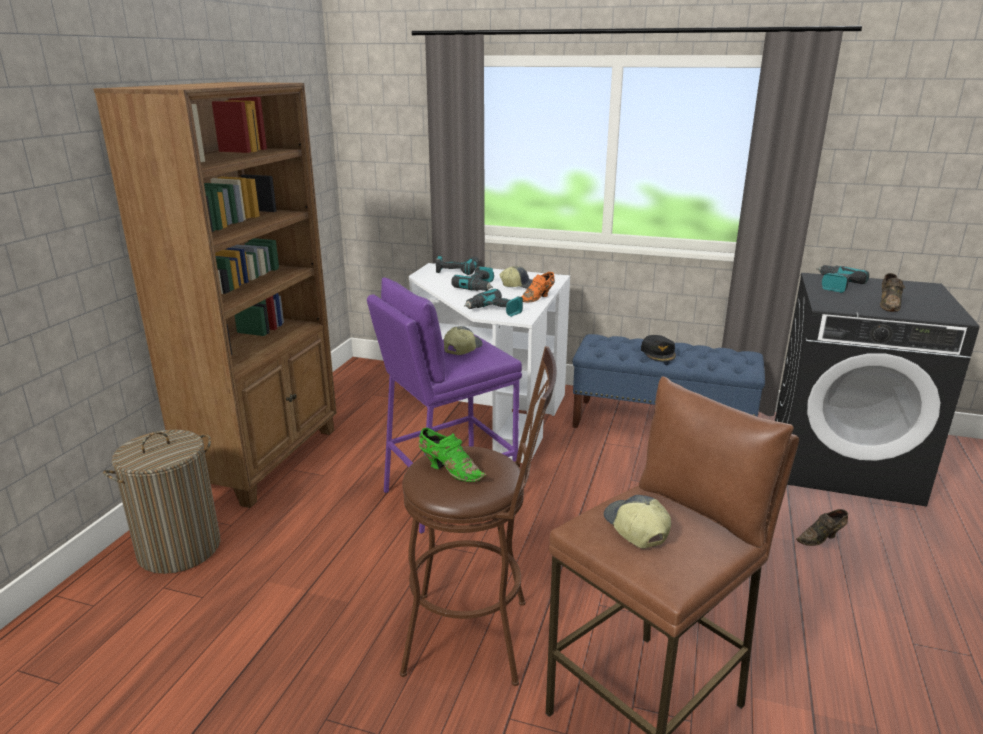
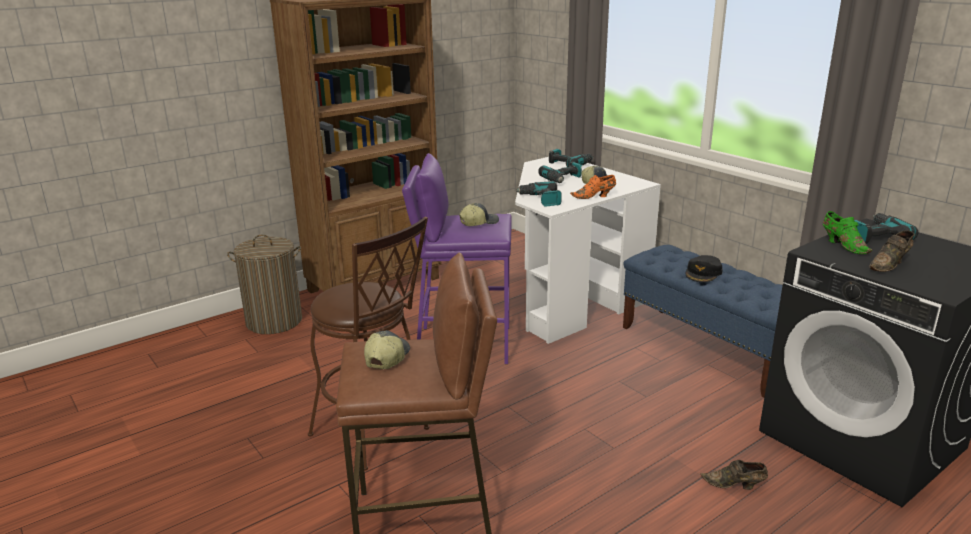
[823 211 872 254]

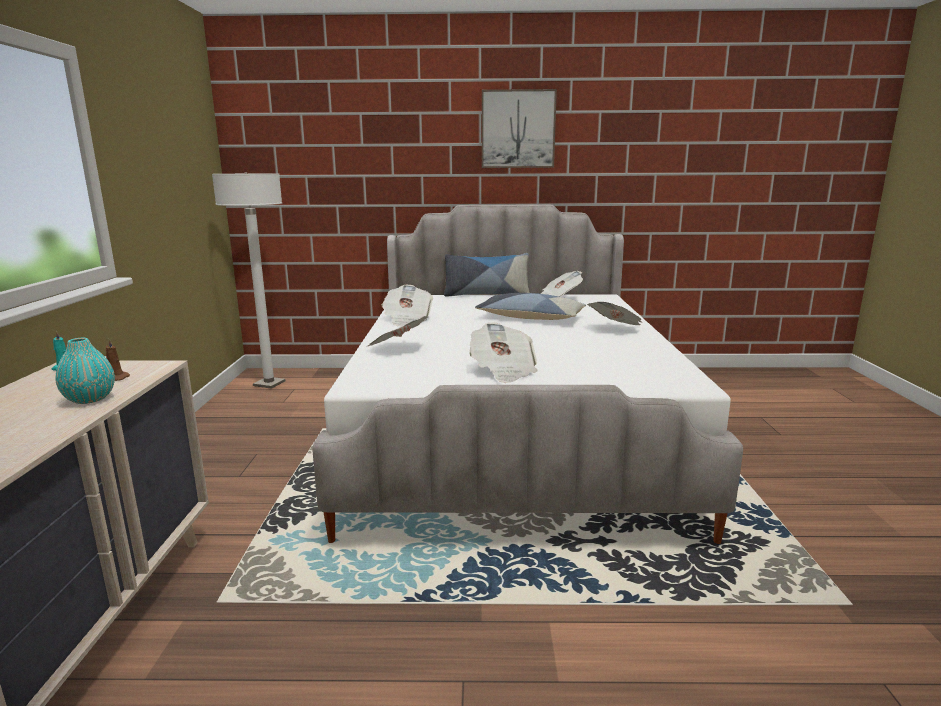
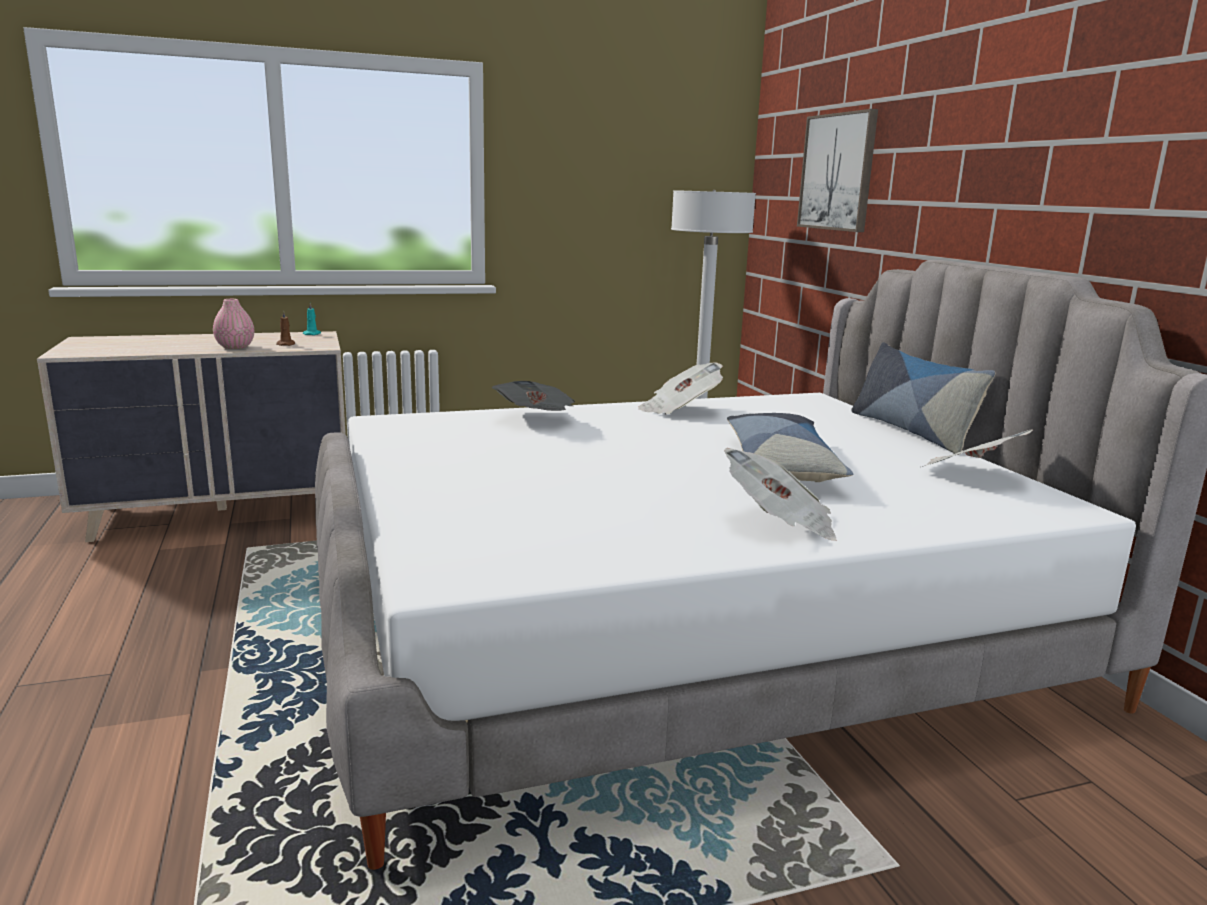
[213 299 254 349]
[469 323 537 383] (first image)
[797 109 878 232]

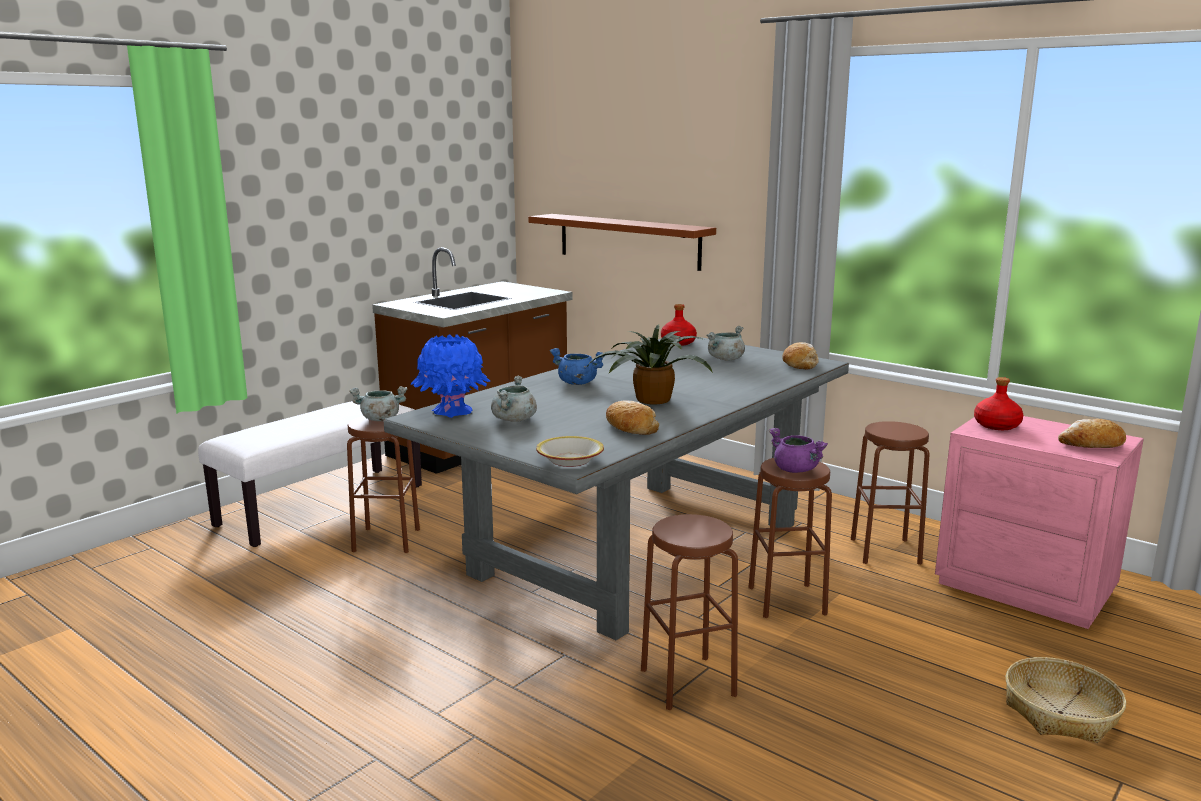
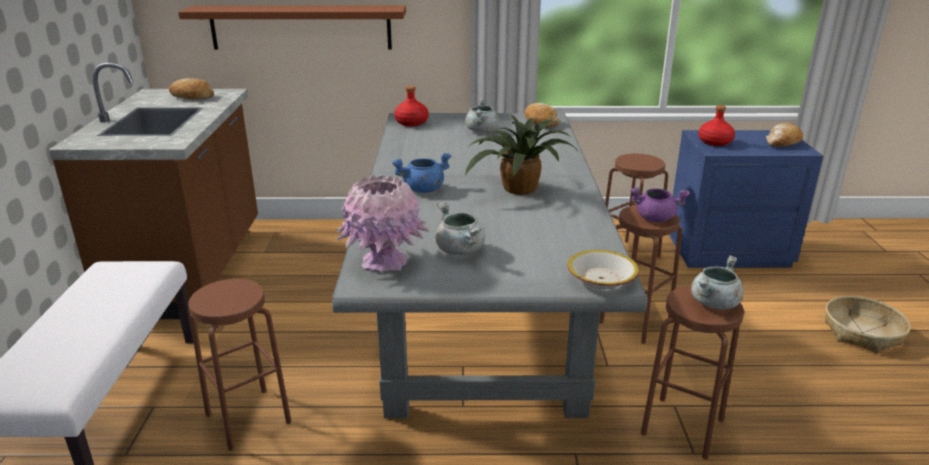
[691 255 743 310]
[336 174 429 272]
[169 78 214 99]
[669 130 823 268]

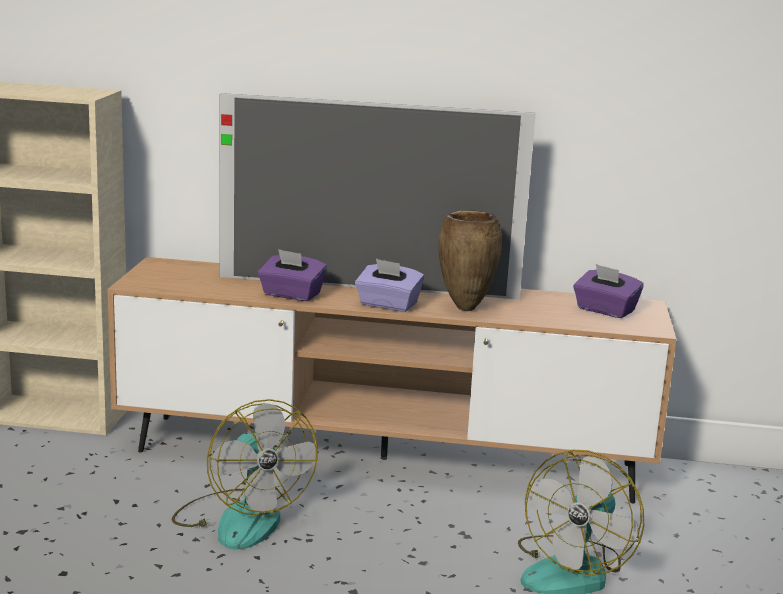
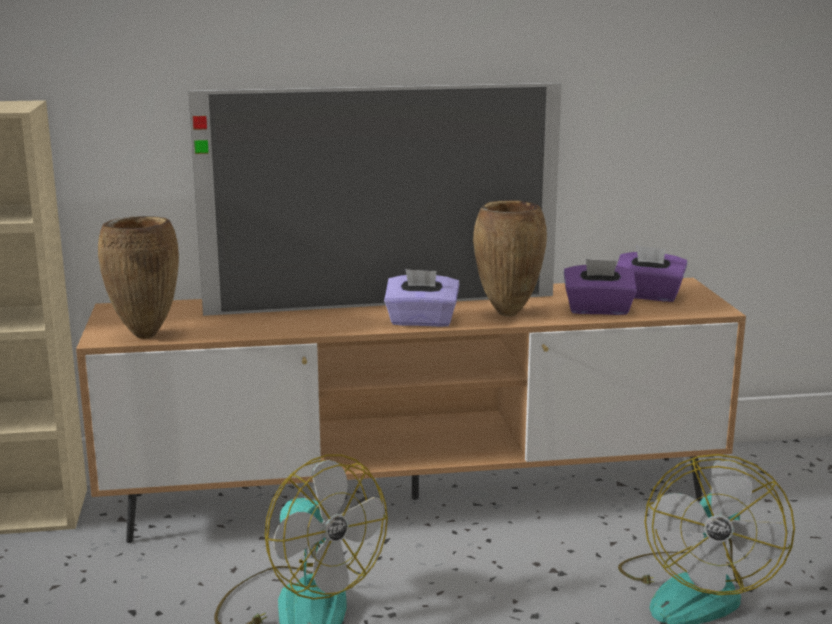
[564 259 637 315]
[98 216 179 339]

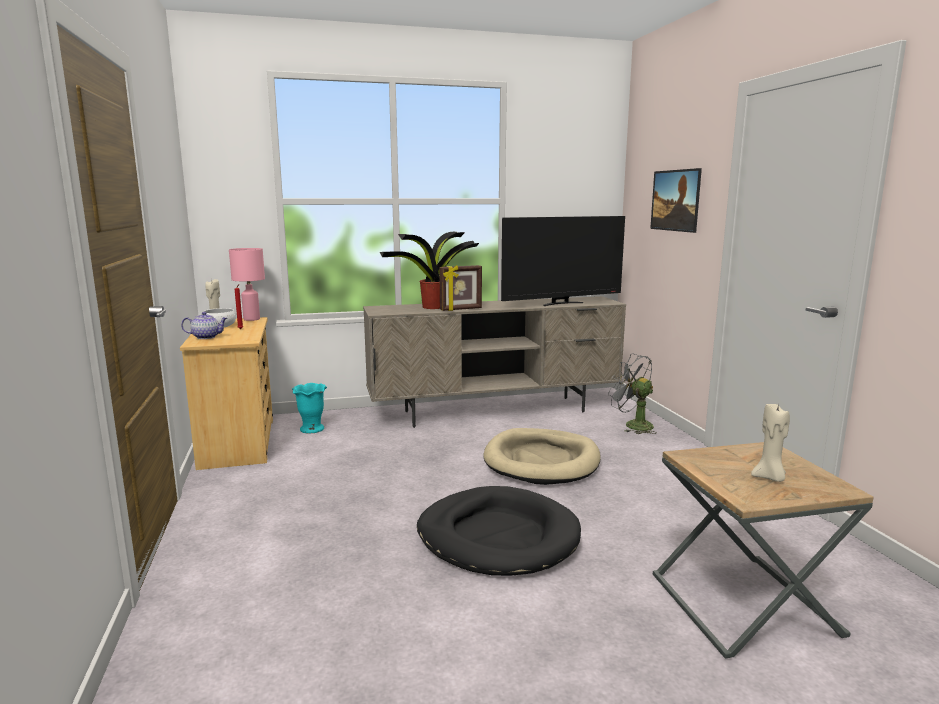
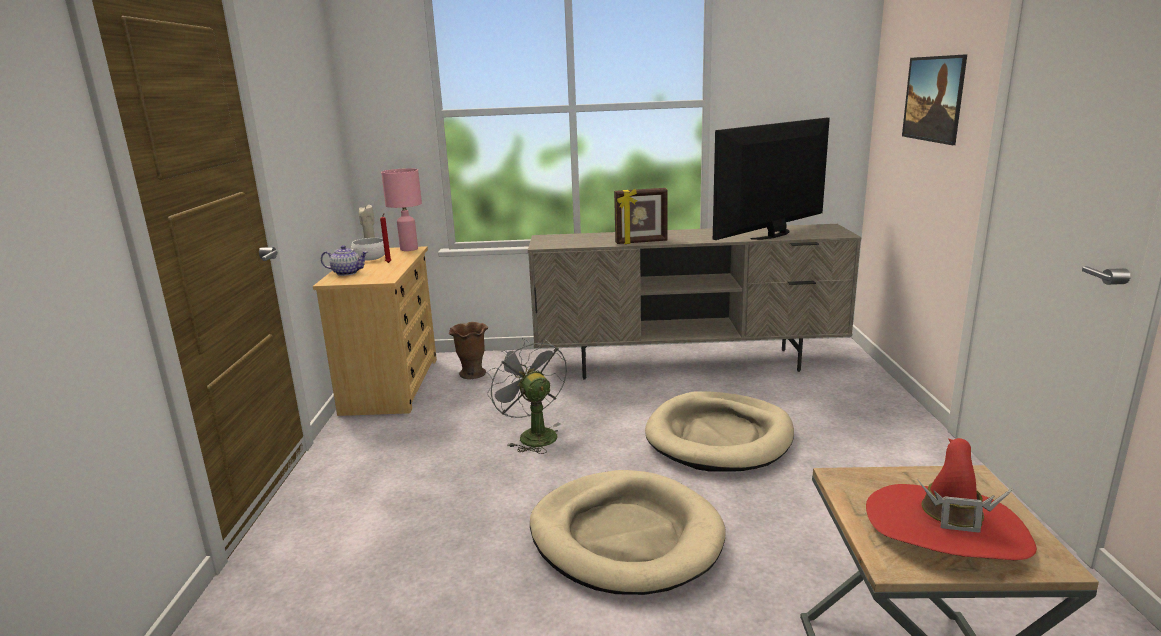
[449 322 488 379]
[380 232 479 309] (first image)
[530 470 726 595]
[713 118 830 240]
[487 338 567 454]
[866 438 1037 560]

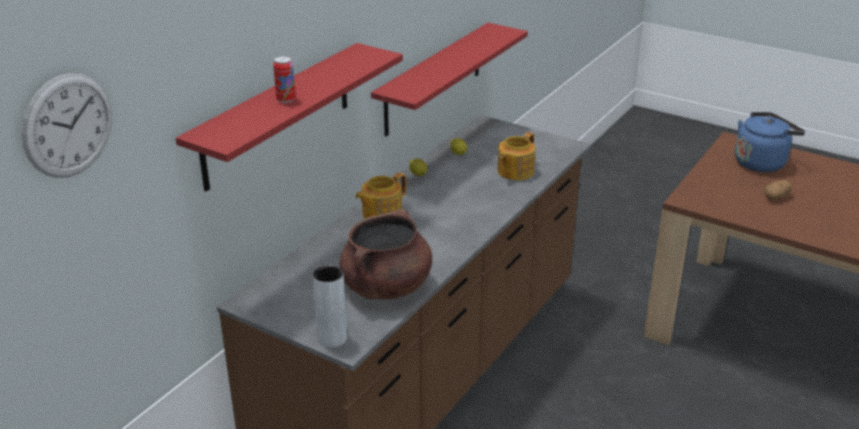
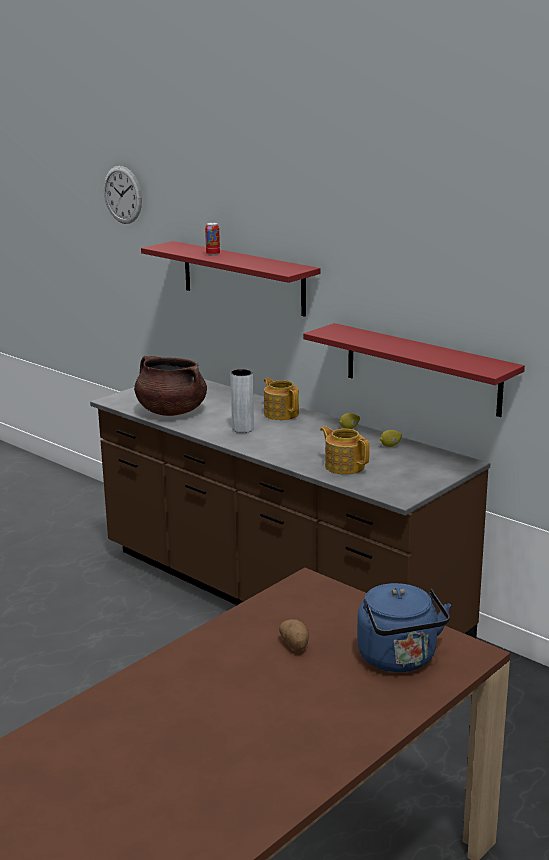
[230 369 254 433]

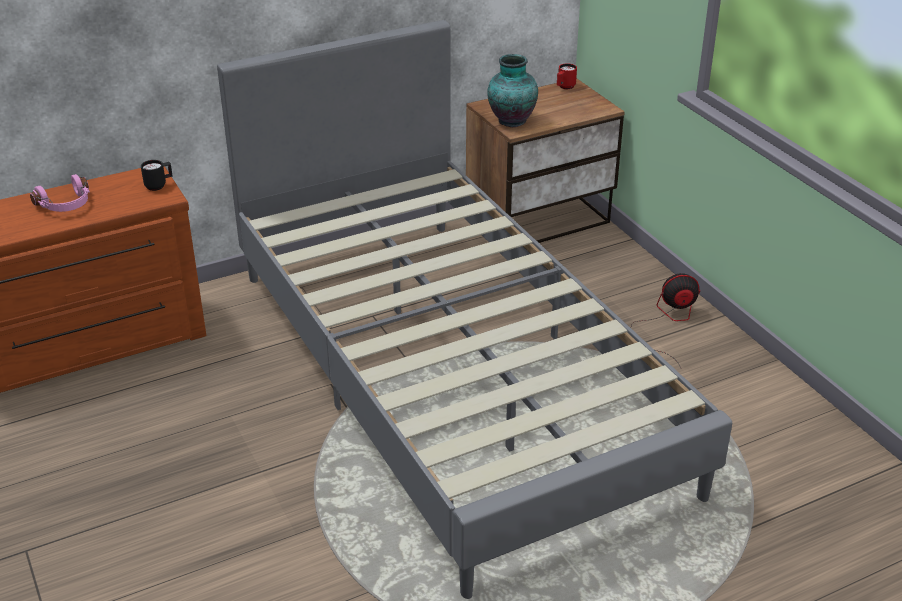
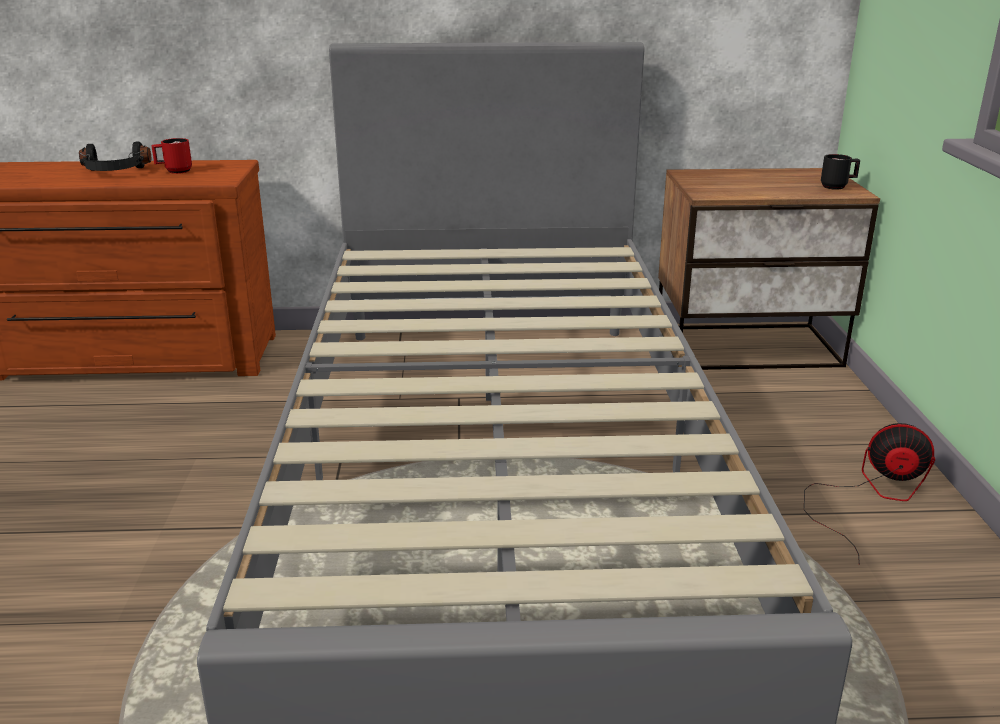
[79 142 151 171]
[821 154 860 190]
[487 54 538 127] (first image)
[152 138 192 174]

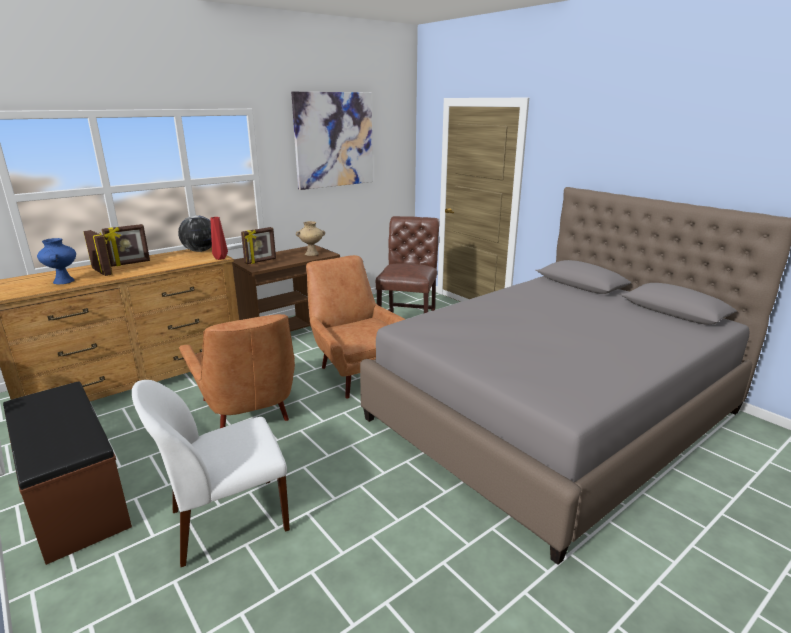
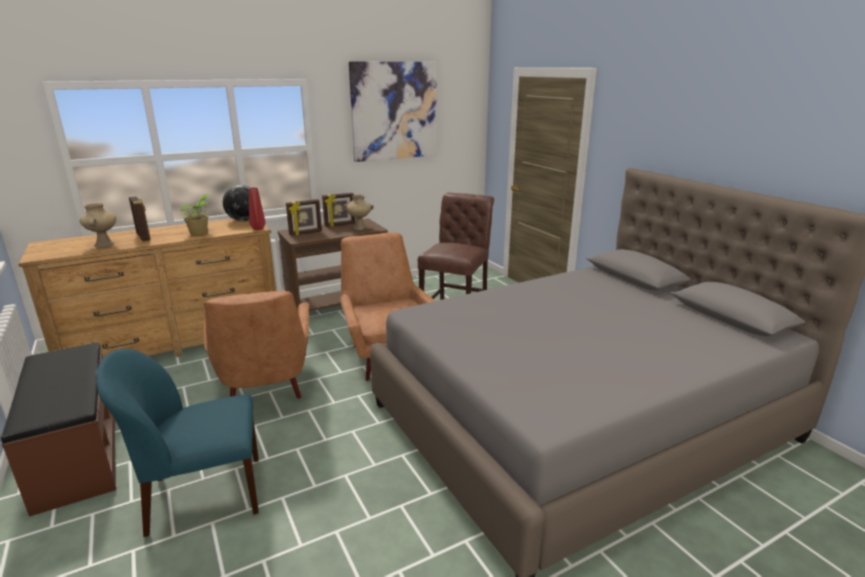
[79 203 116 248]
[322 193 355 227]
[97 349 259 537]
[179 194 208 235]

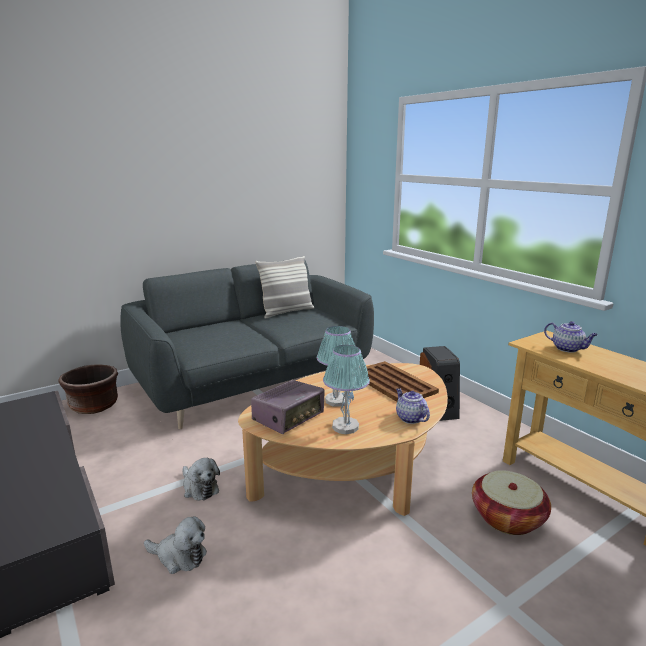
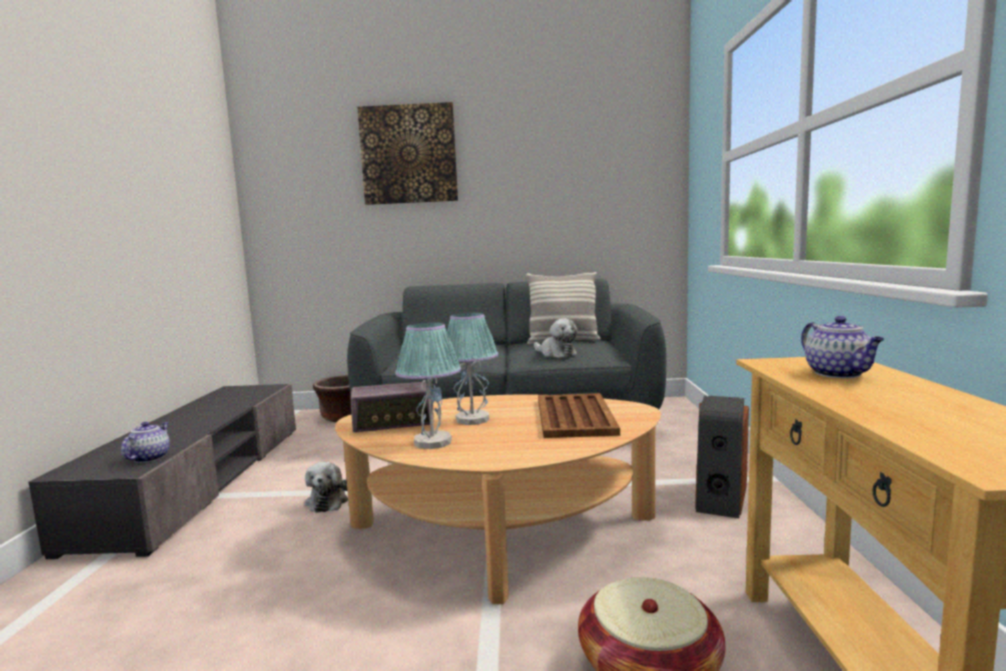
[534 318 578 358]
[121 422 170 463]
[357 102 458 205]

